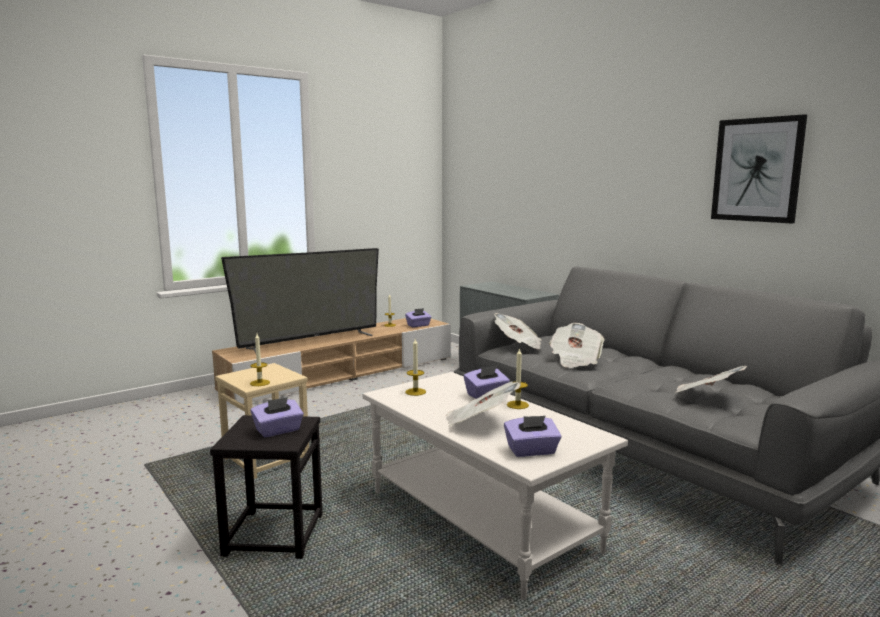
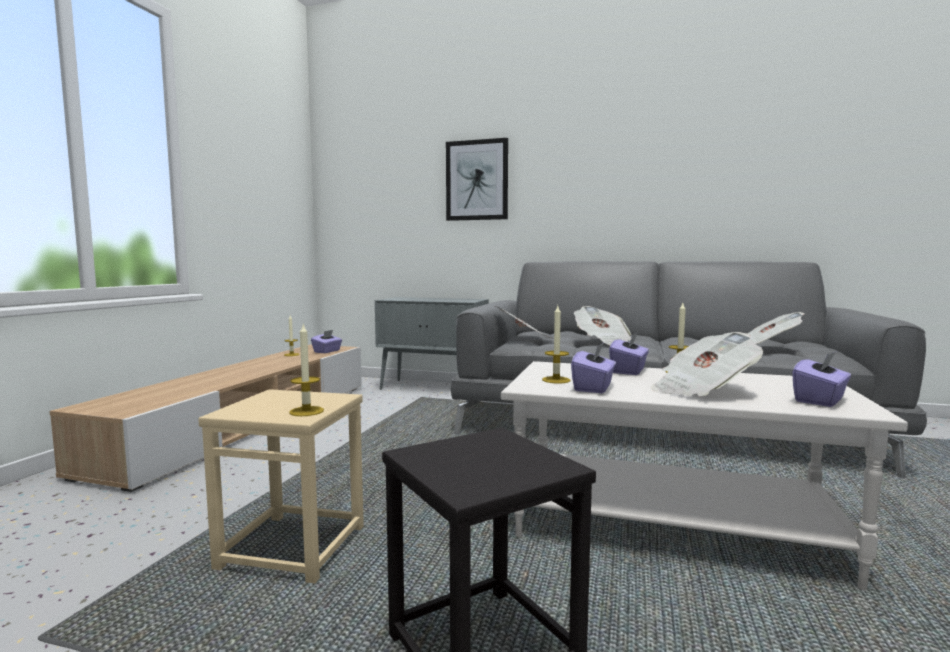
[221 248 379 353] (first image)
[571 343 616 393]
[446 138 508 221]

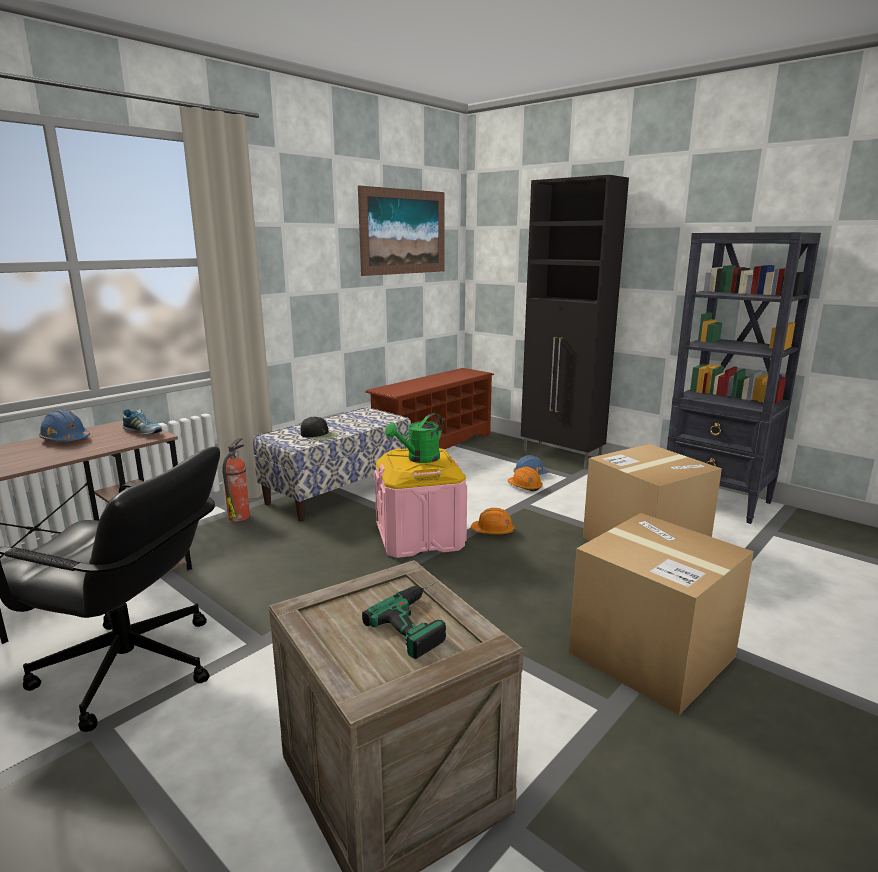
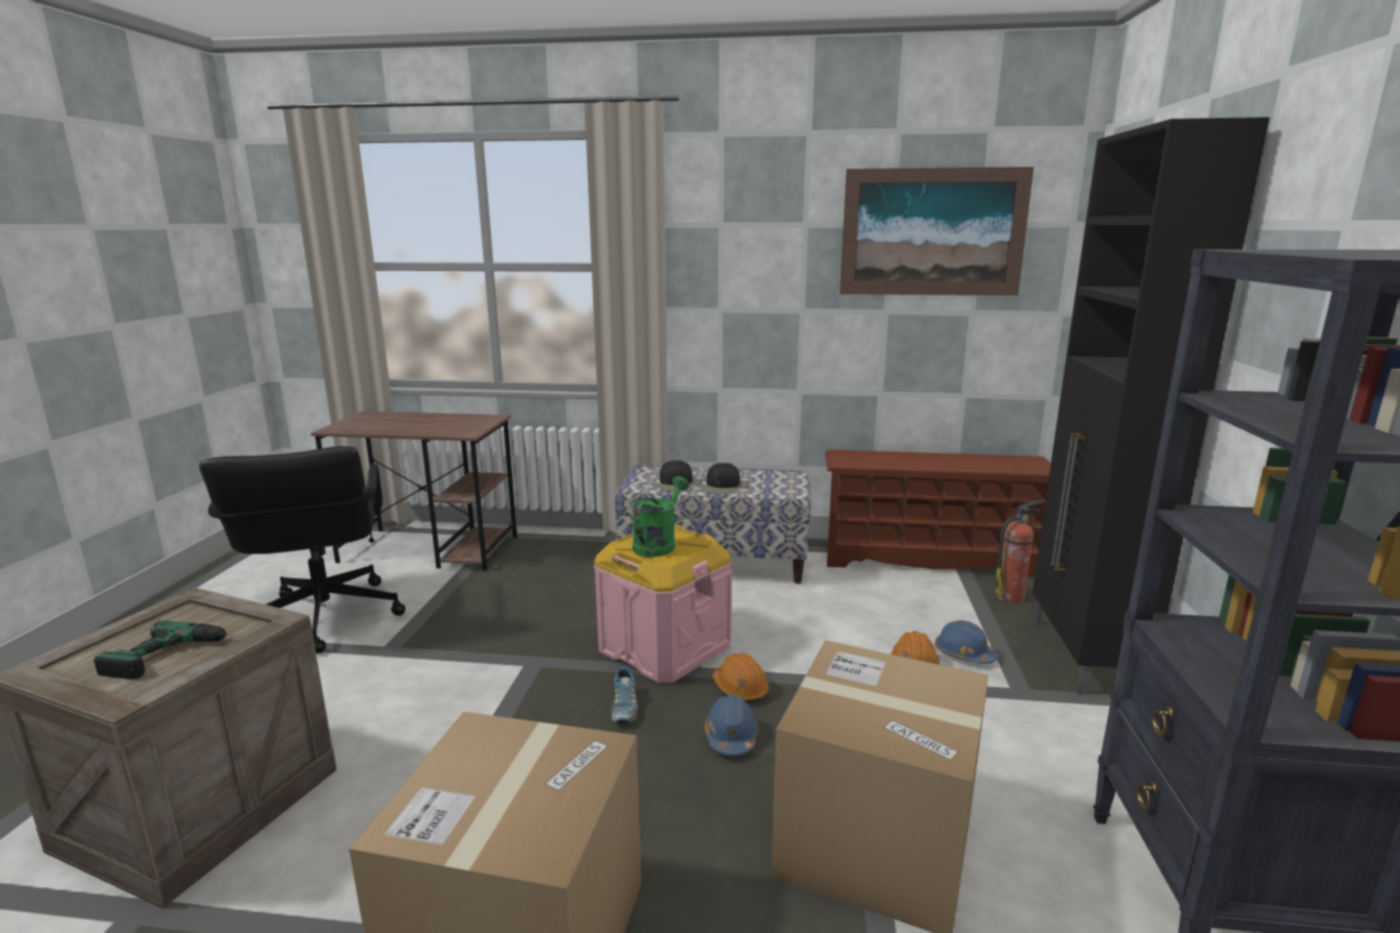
[704 695 759 756]
[611 667 638 723]
[995 500 1043 603]
[632 476 689 557]
[701 463 740 494]

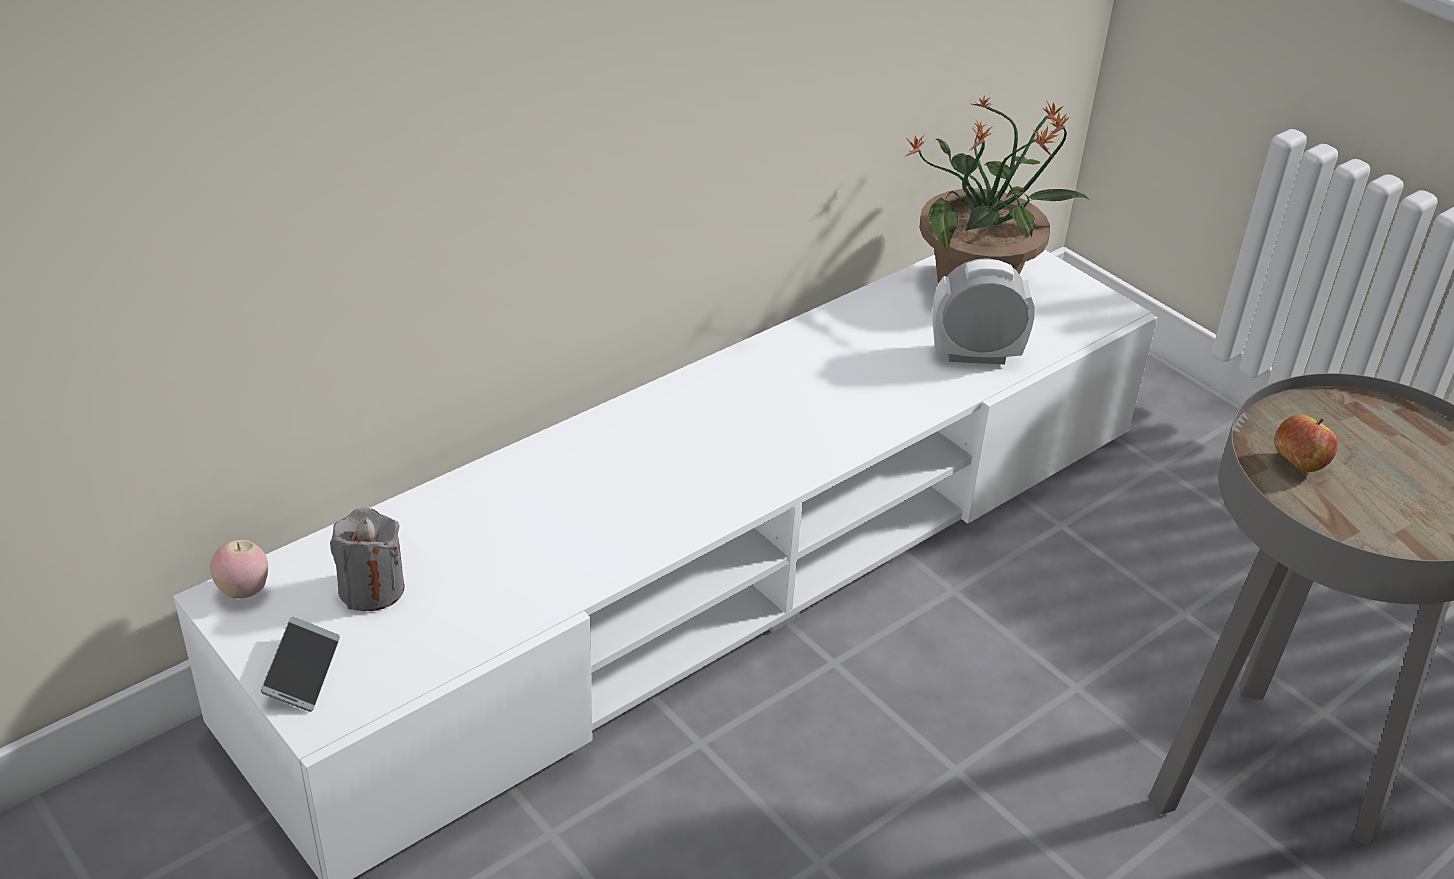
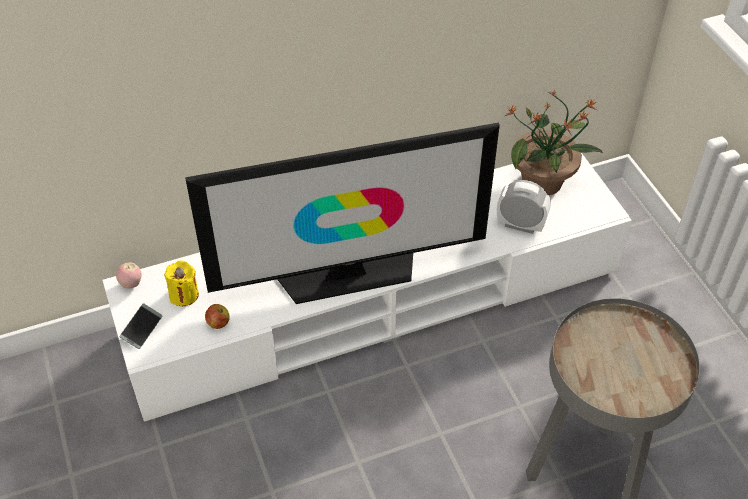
[164 260 199 306]
[205 304 230 329]
[185 123 500 304]

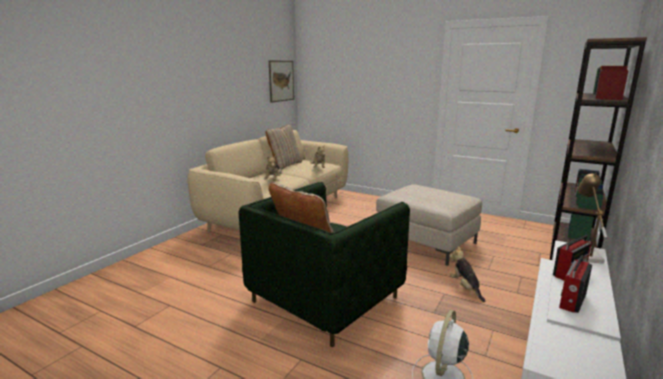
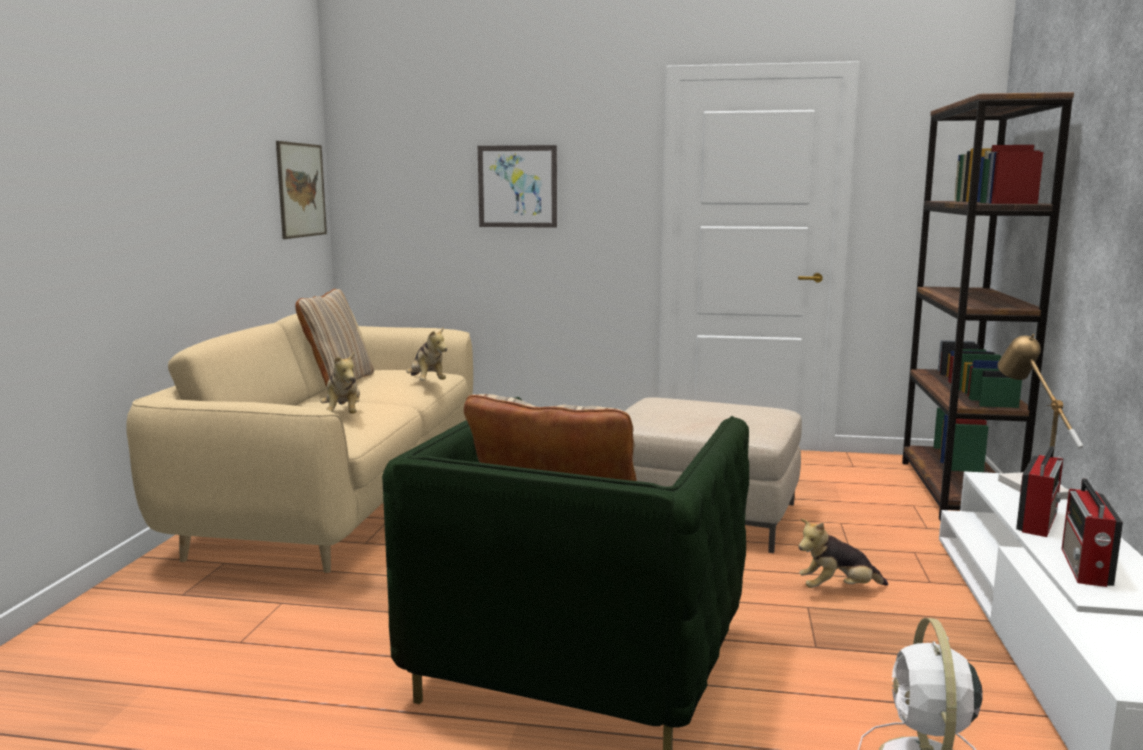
[798 519 888 588]
[478 145 557 228]

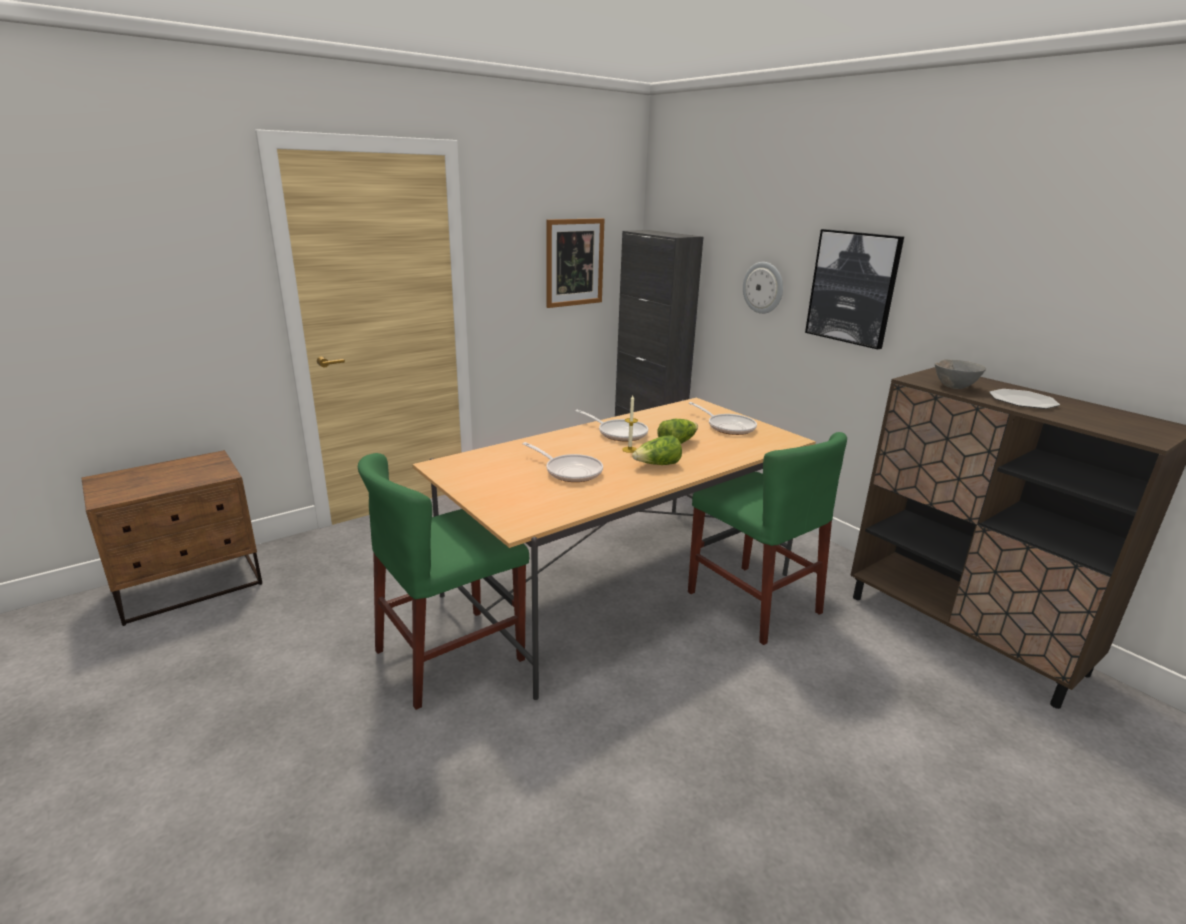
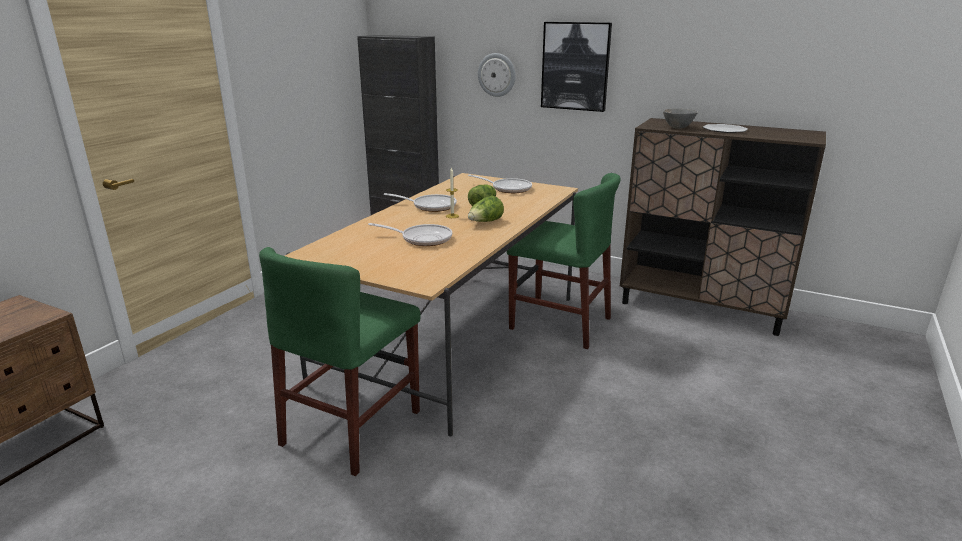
[546 218 604 308] (first image)

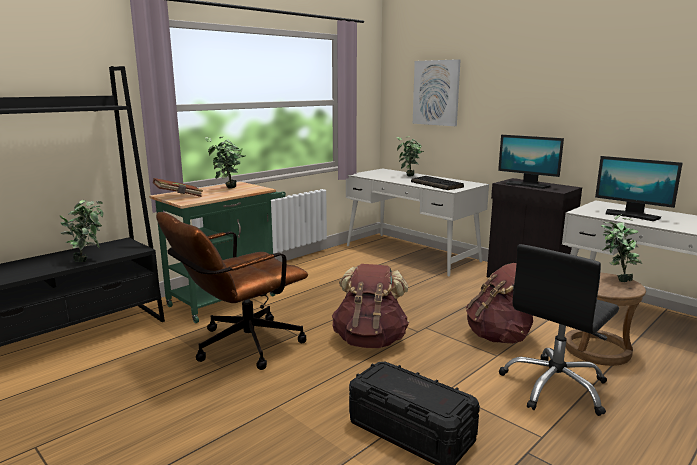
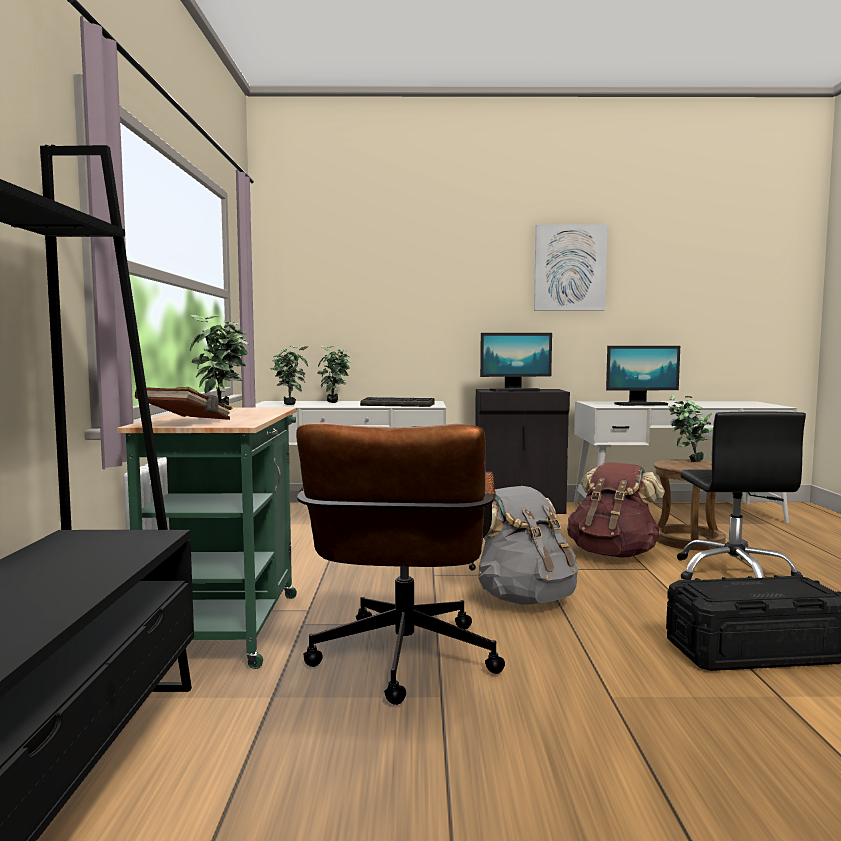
[270 346 308 405]
[478 486 578 605]
[534 224 608 311]

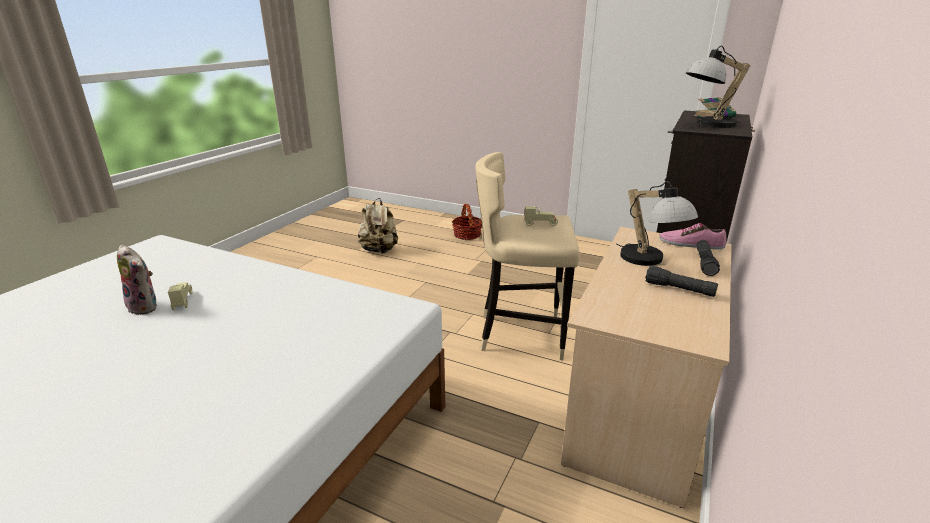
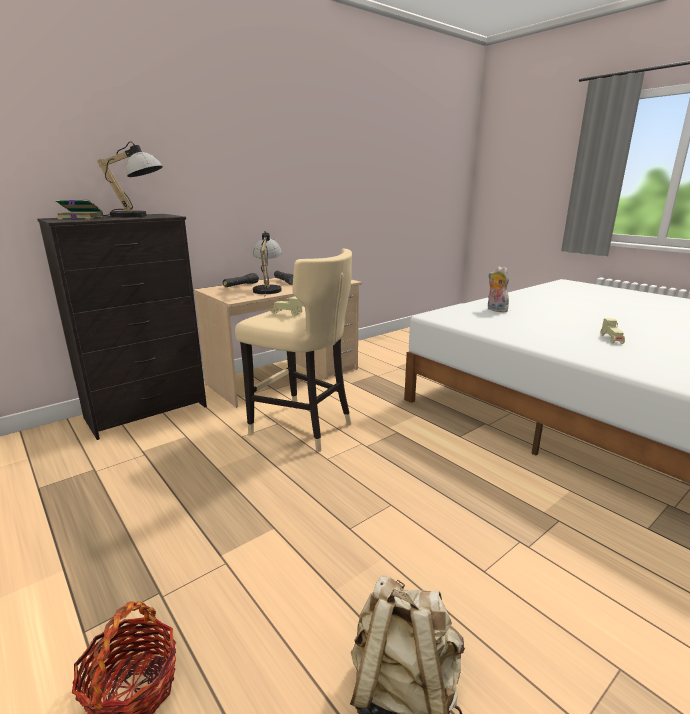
[488 266 509 312]
[659 223 726 250] (first image)

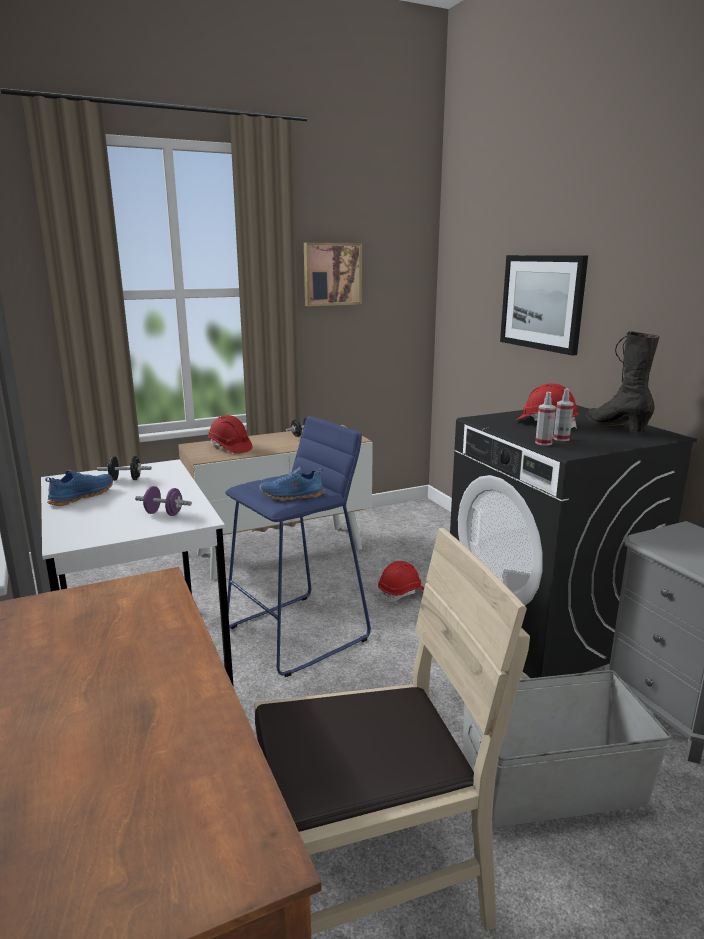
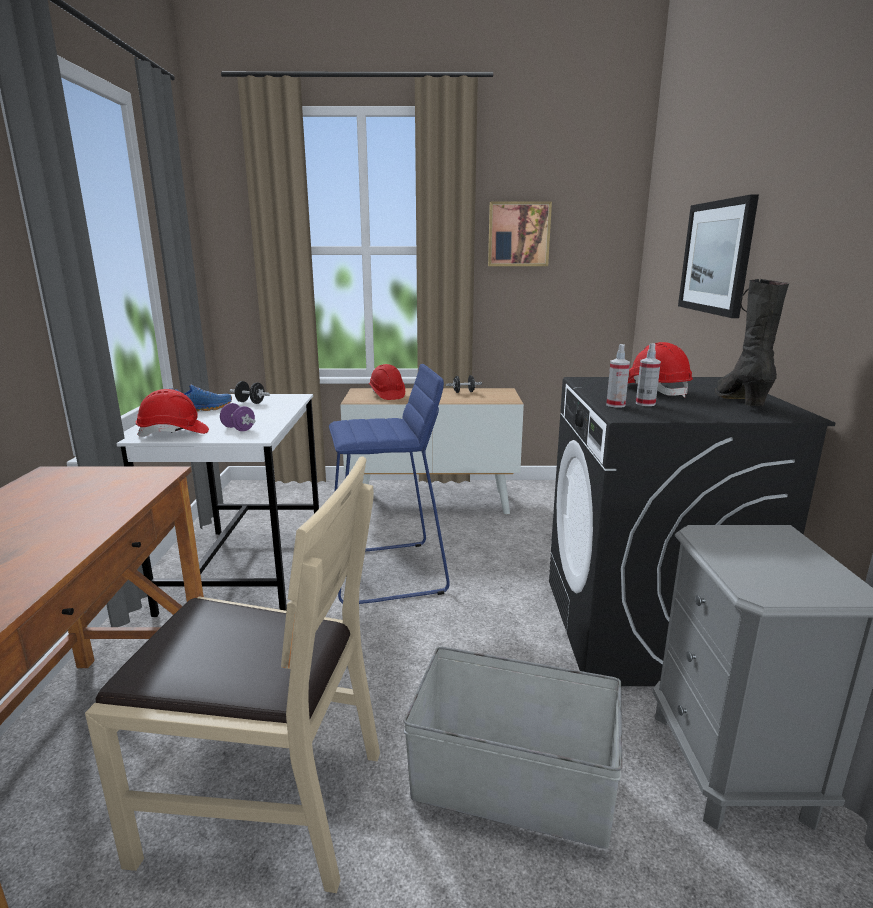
[259 467 324 501] (first image)
[136 389 209 437]

